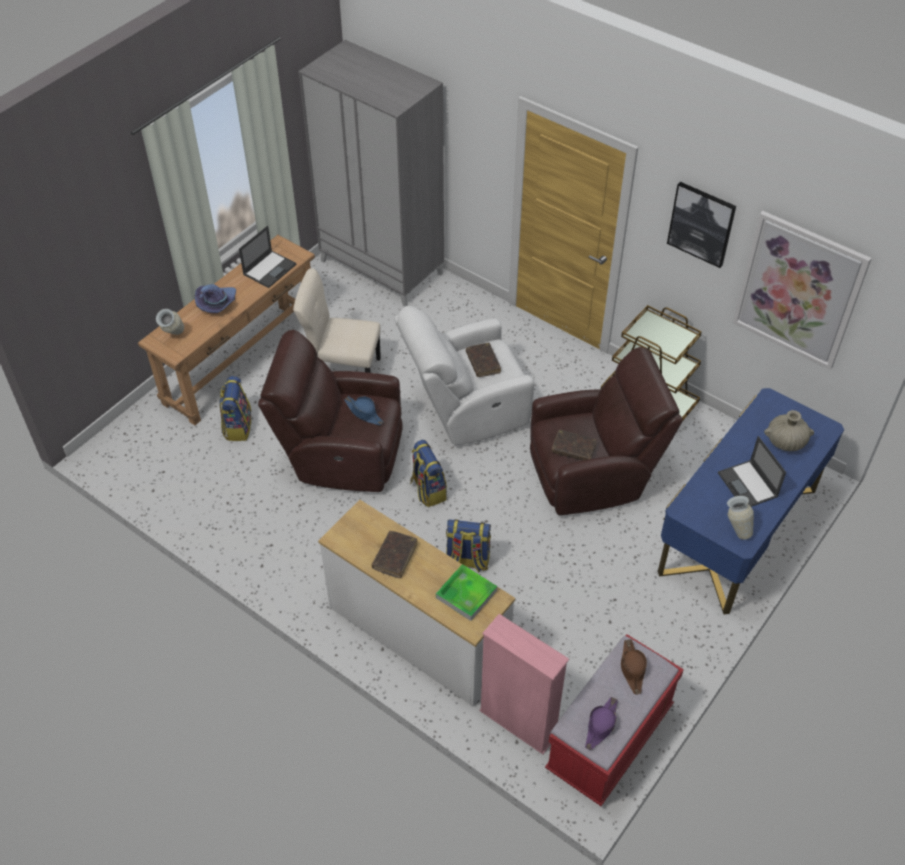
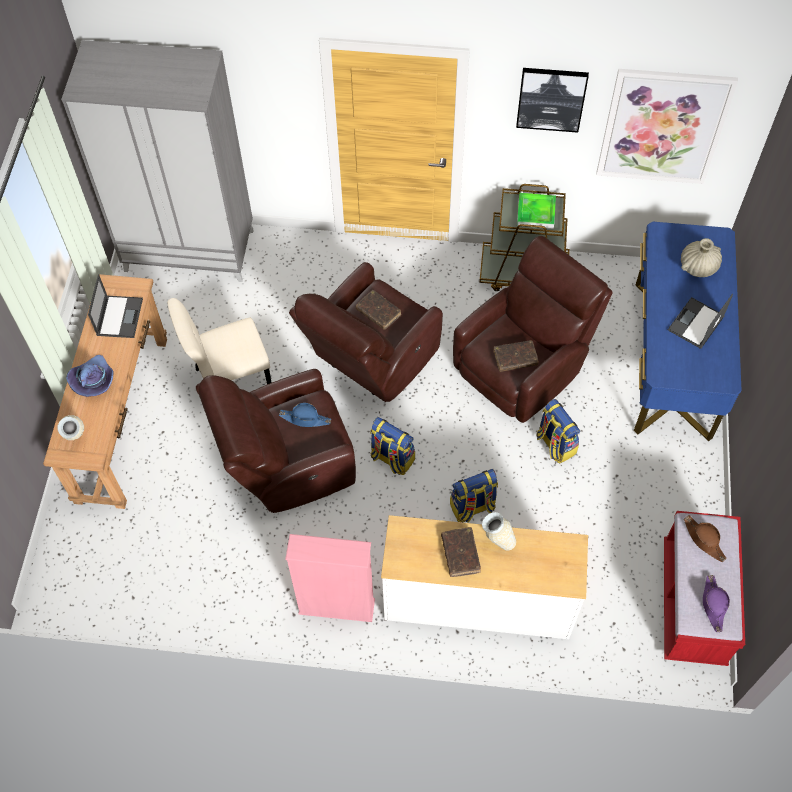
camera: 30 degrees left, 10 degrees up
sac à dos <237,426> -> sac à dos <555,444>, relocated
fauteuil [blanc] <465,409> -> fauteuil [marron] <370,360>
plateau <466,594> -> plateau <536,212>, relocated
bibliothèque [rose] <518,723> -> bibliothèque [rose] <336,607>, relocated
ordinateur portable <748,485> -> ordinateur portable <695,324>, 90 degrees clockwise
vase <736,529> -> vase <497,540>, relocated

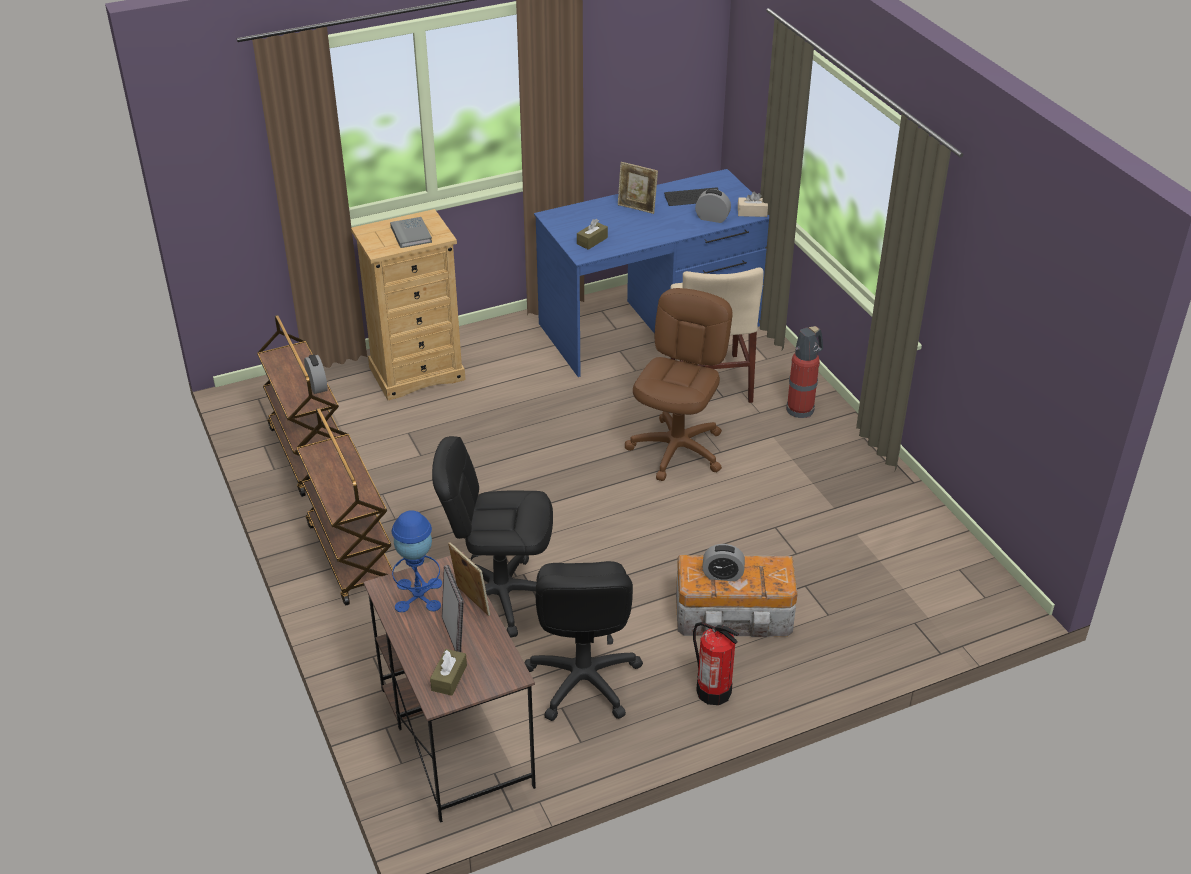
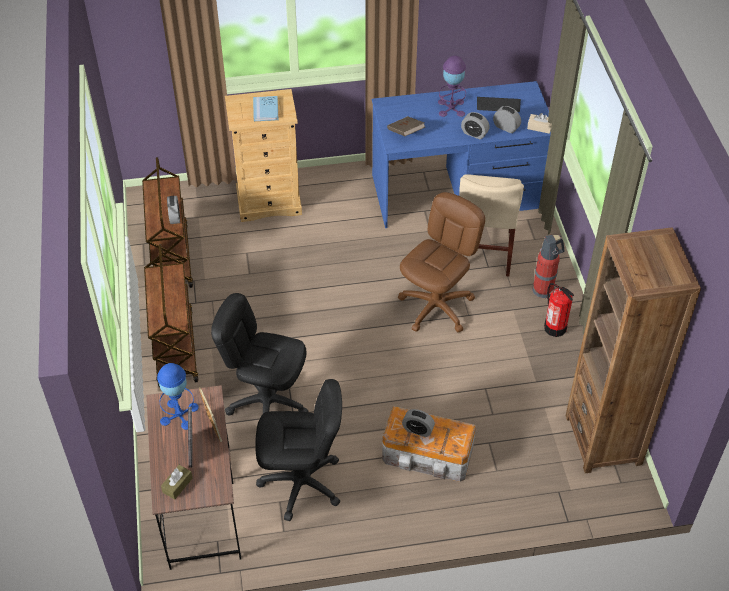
camera: 15 degrees right, 10 degrees up
livre [gris] <411,234> -> livre [bleu] <265,110>
chaise de bureau [noir] <583,680> -> chaise de bureau [noir] <301,483>, 105 degrees counterclockwise
boîte à mouchoirs [marron] <592,241> -> livre [marron] <405,133>
cadre photo <637,208> -> lampe de table [violet] <451,108>
extincteur <713,691> -> extincteur <555,327>, relocated
none -> réveil <474,134>
none -> bibliothèque [marron] <603,440>

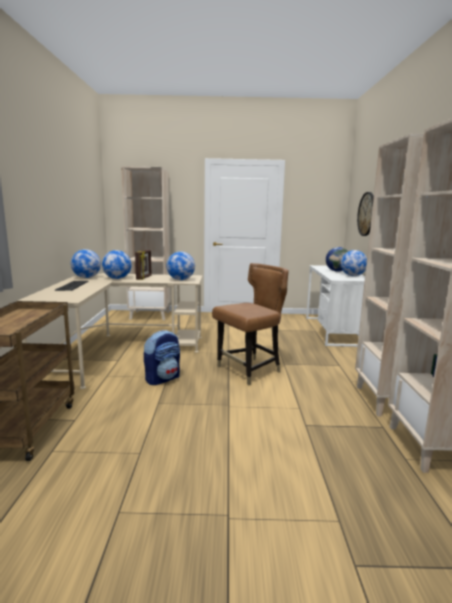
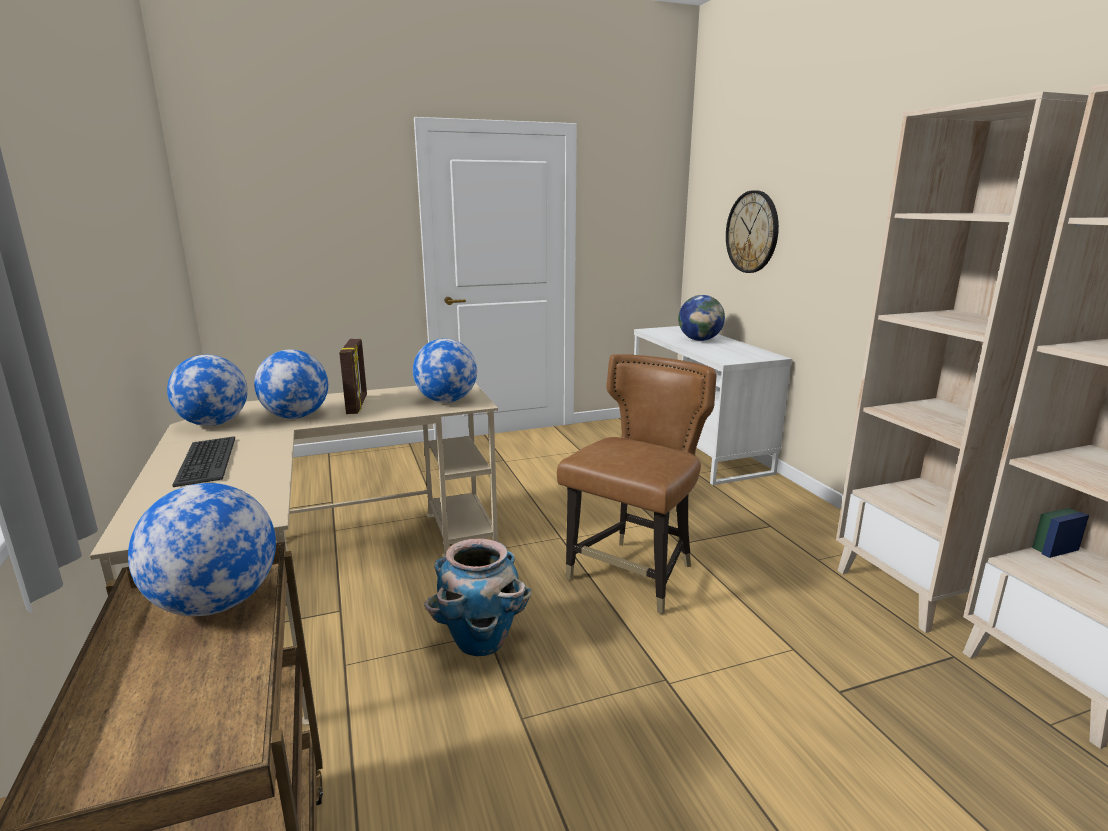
camera: 20 degrees left, 5 degrees up
bibliothèque [beige] <150,315> -> none
sac à dos <163,379> -> cache-pot <480,641>
globe <352,276> -> globe <216,604>, relocated

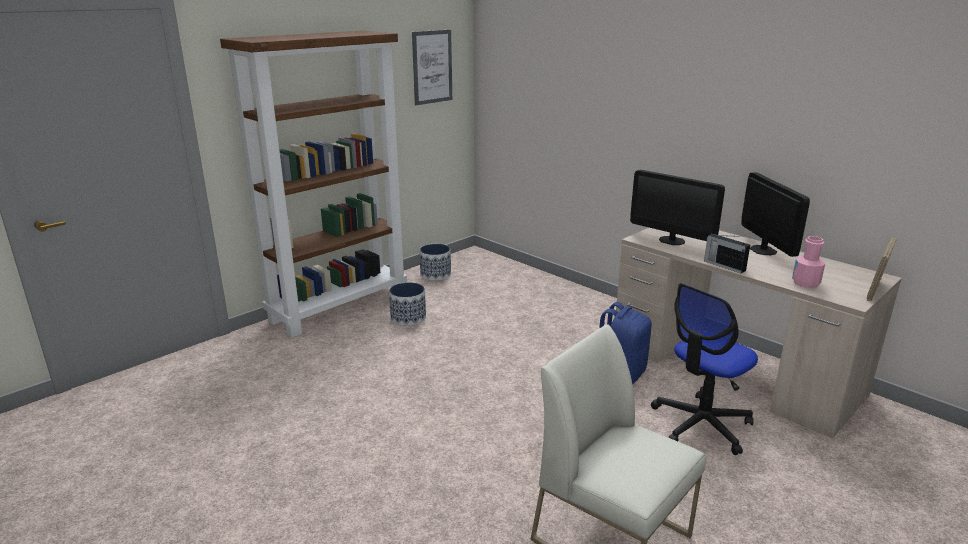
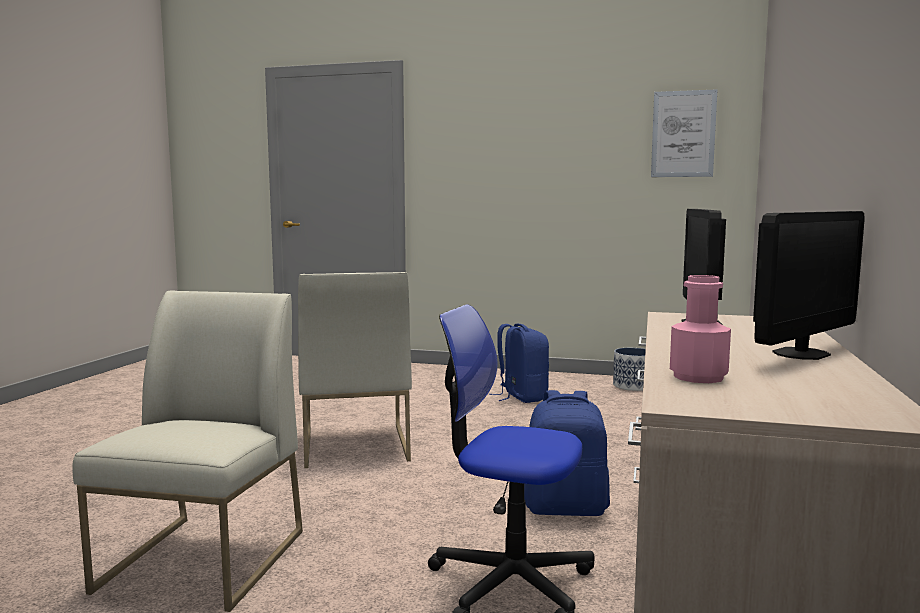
camera: 60 degrees right, 15 degrees down
bibliothèque [marron] <339,306> -> none
cache-pot <408,318> -> sac à dos [bleu] <521,397>
radio <723,265> -> none
cadre photo <876,291> -> none
none -> chaise [blanc] <354,445>

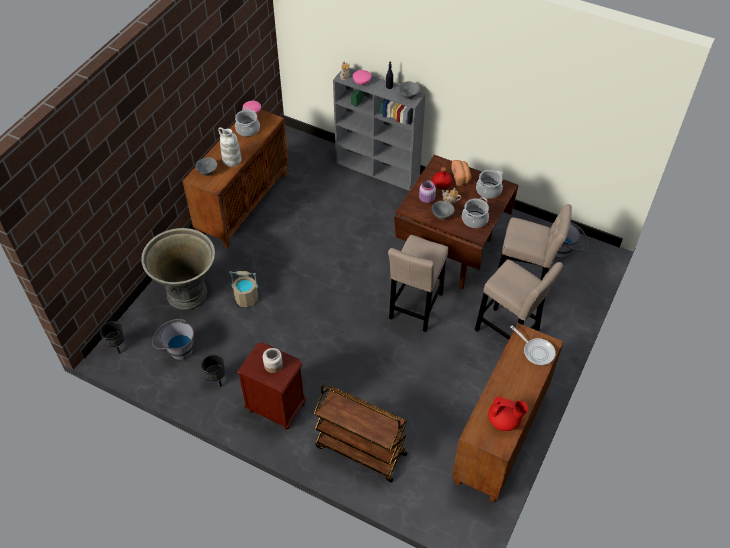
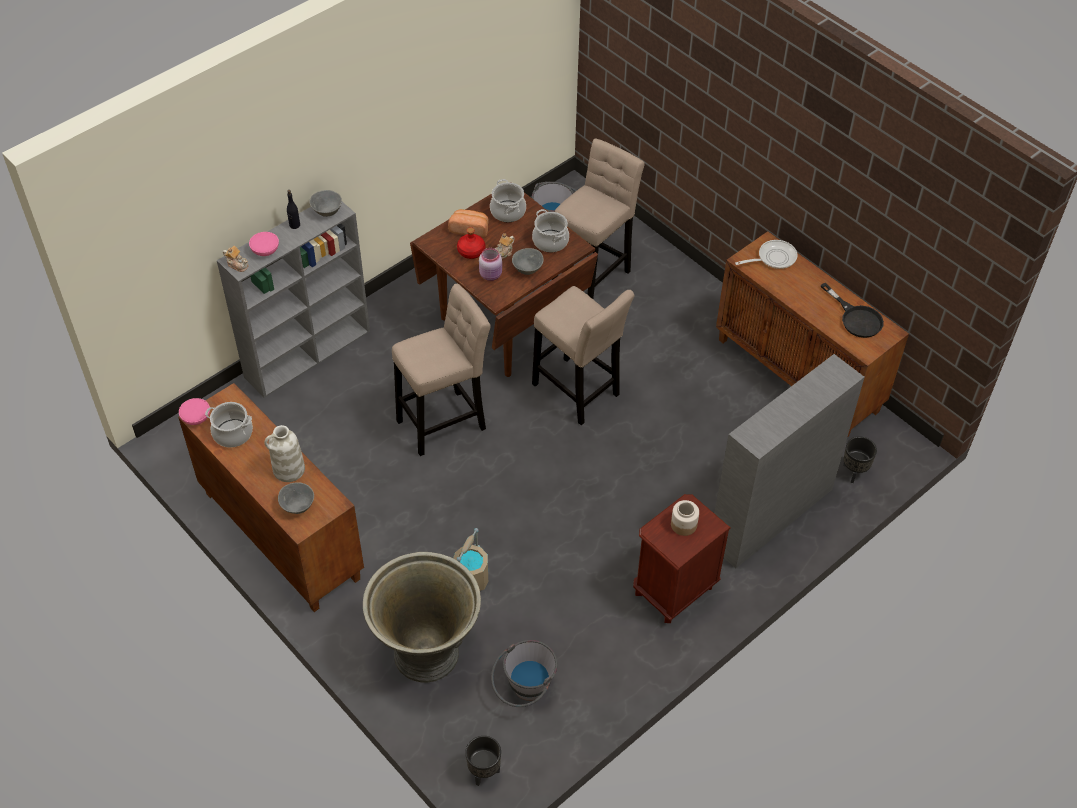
camera: 70 degrees left, 0 degrees up
cache-pot [noir] <216,379> -> cache-pot [noir] <854,473>, relocated
chariot [marron] <360,450> -> bibliothèque [gris] <770,517>
tabouret [beige] <509,334> -> tabouret [beige] <445,422>, relocated
théière [rouge] <504,420> -> poêle [noir] <856,318>

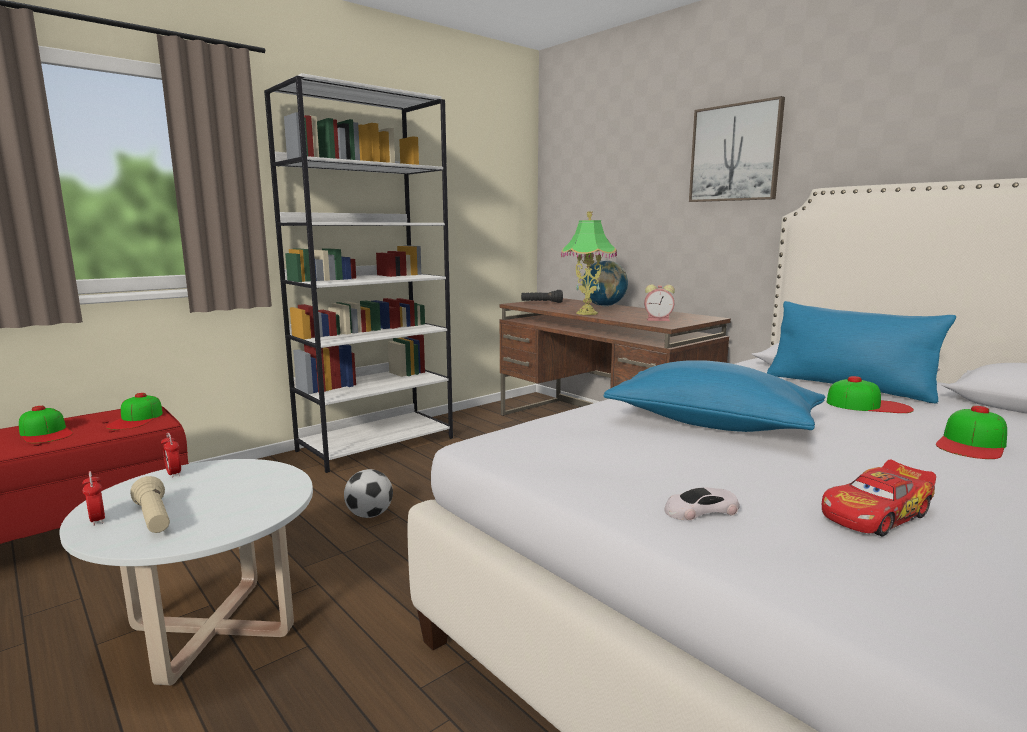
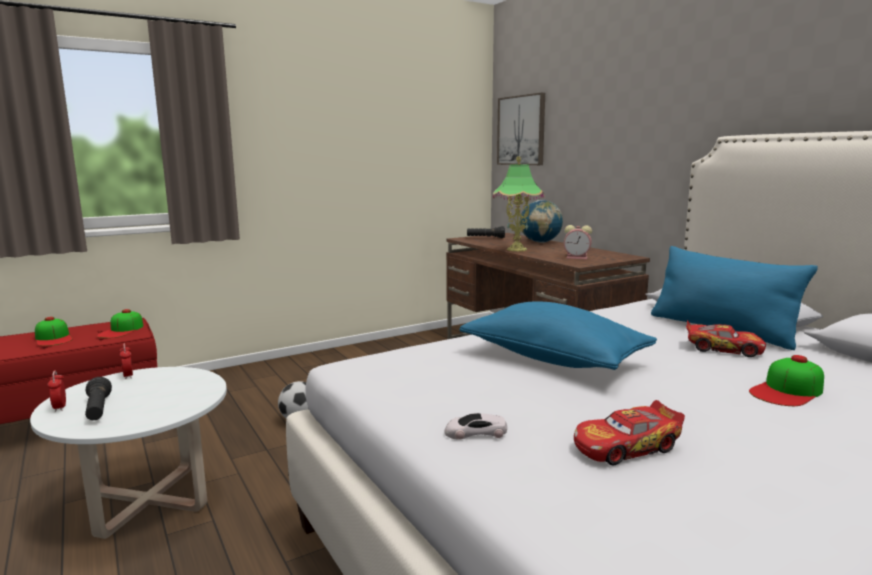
camera: 10 degrees right, 0 degrees up
lampe de poche [beige] <154,519> -> lampe de poche [noir] <98,410>
bibliothèque [blanc] <377,444> -> none
tableau <735,153> -> tableau <521,130>, relocated
casquette <868,405> -> petite voiture <722,349>

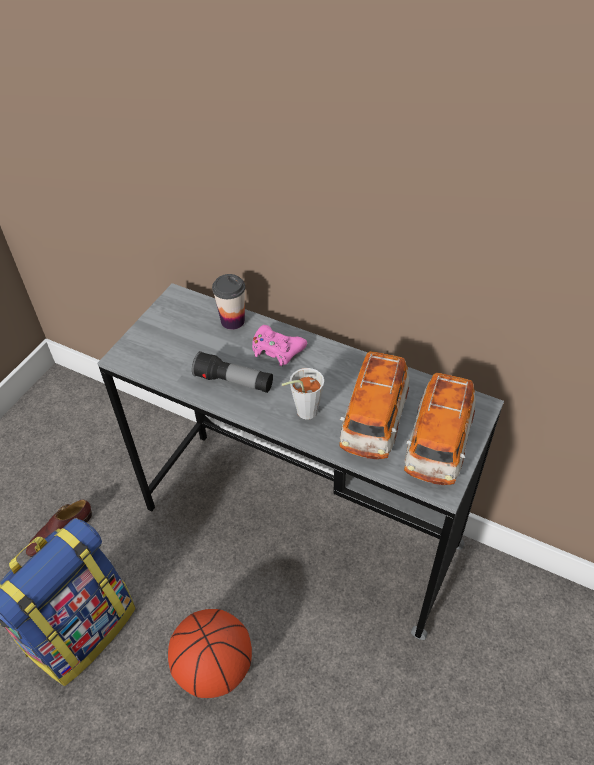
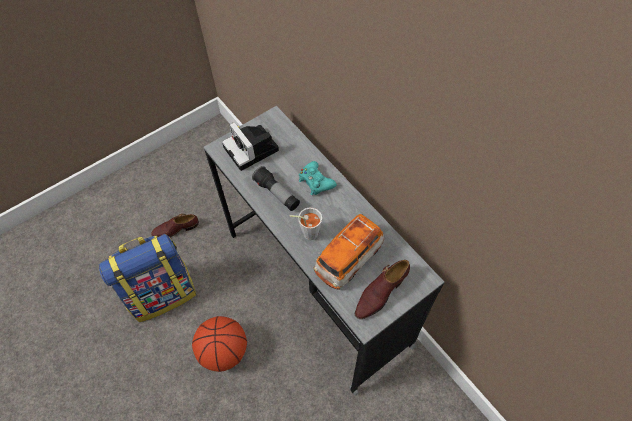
camera: 25 degrees right, 10 degrees up
tasse <232,321> -> none
manette [rose] <277,350> -> manette [turquoise] <315,181>
petite voiture <437,444> -> chaussure [marron] <380,293>
none -> appareil photo <252,150>

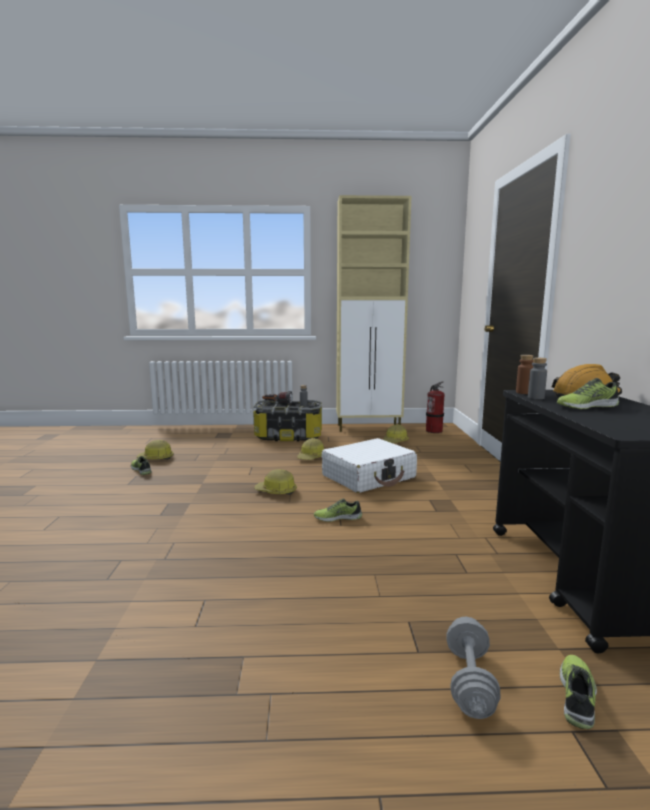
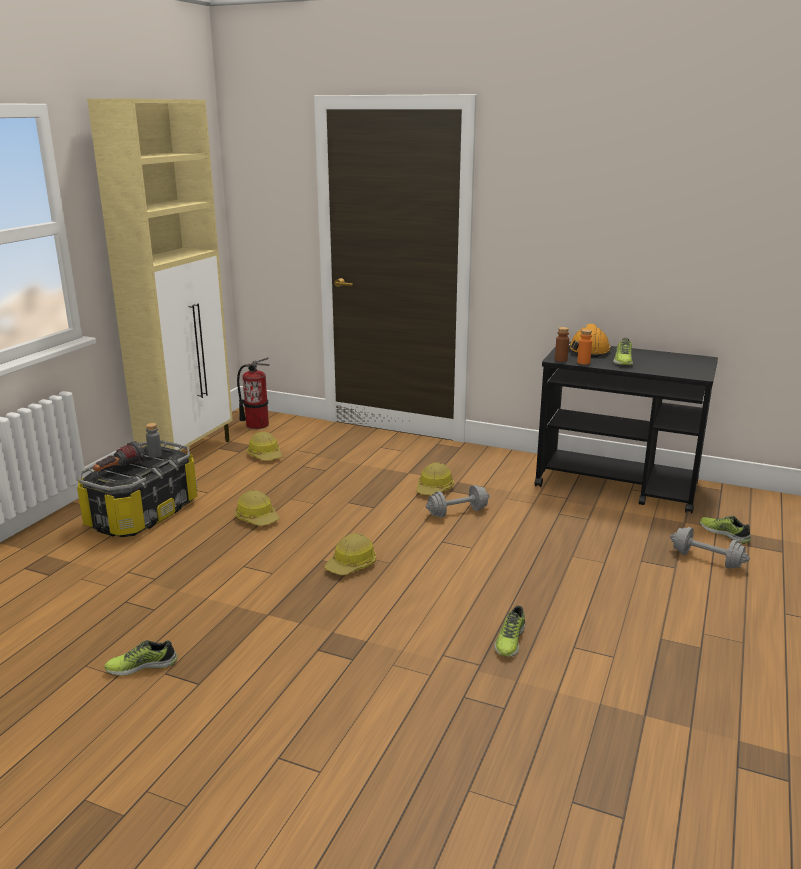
camera: 65 degrees left, 10 degrees up
casque de chantier <156,458> -> casque de chantier <434,489>, relocated
chaussure <337,518> -> chaussure <509,640>, relocated
valise [blanc] <369,477> -> none
bouteille [gris] <536,397> -> bouteille [orange] <583,362>
none -> haltère [gris] <457,512>

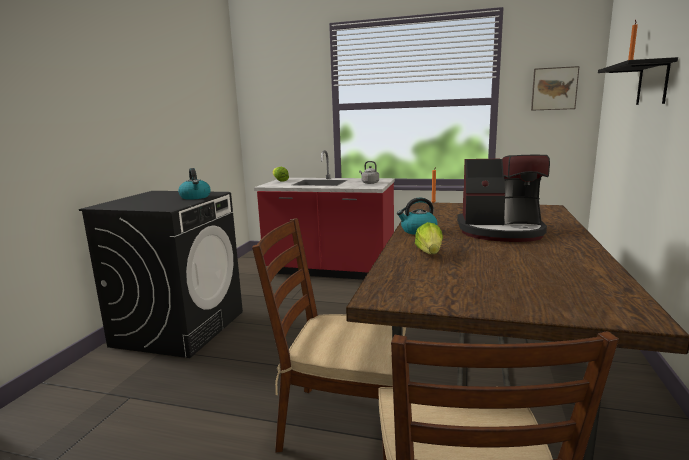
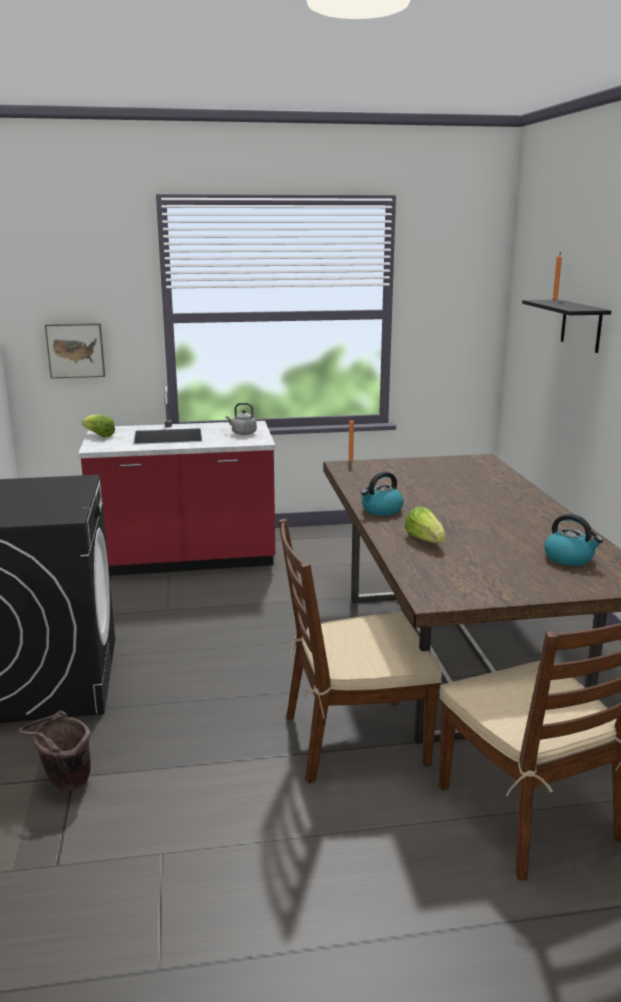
camera: 25 degrees left, 5 degrees up
bouilloire <195,197> -> bouilloire <569,558>, relocated
machine à café <501,231> -> none
tableau <554,89> -> tableau <76,350>, relocated
none -> seau [marron] <64,784>

